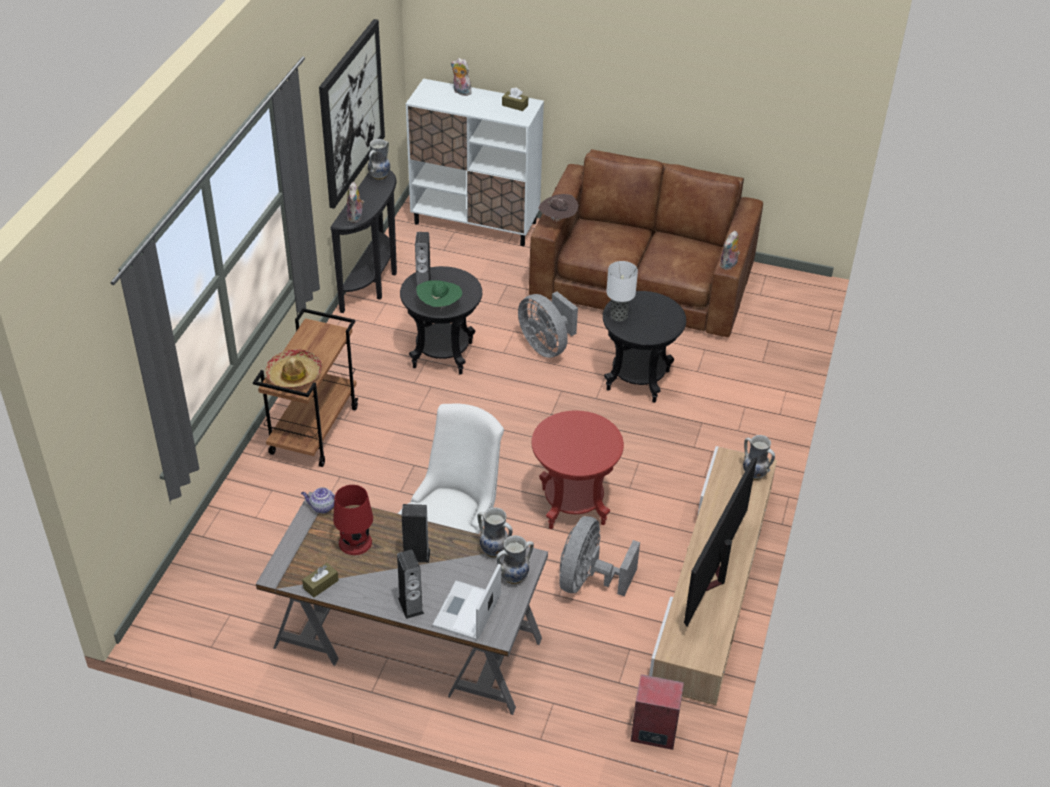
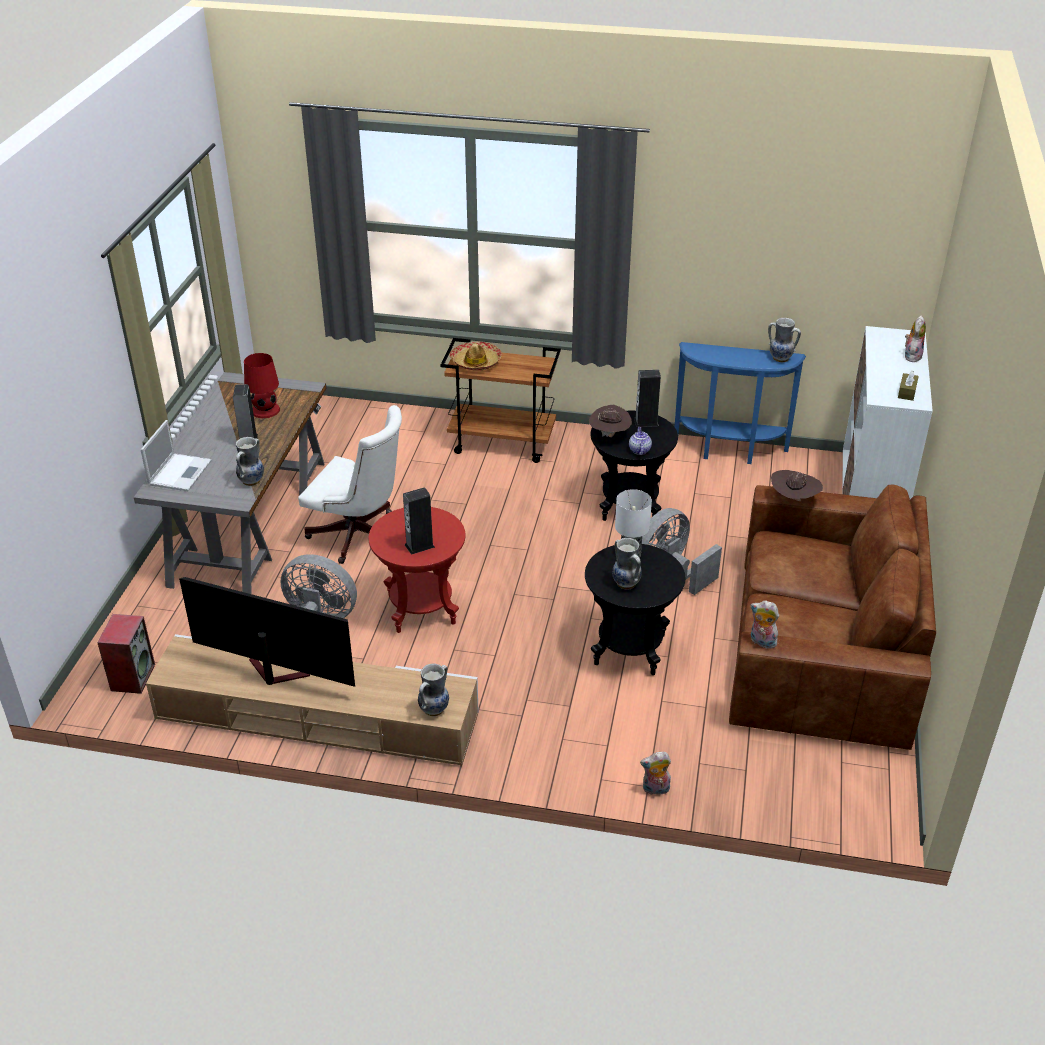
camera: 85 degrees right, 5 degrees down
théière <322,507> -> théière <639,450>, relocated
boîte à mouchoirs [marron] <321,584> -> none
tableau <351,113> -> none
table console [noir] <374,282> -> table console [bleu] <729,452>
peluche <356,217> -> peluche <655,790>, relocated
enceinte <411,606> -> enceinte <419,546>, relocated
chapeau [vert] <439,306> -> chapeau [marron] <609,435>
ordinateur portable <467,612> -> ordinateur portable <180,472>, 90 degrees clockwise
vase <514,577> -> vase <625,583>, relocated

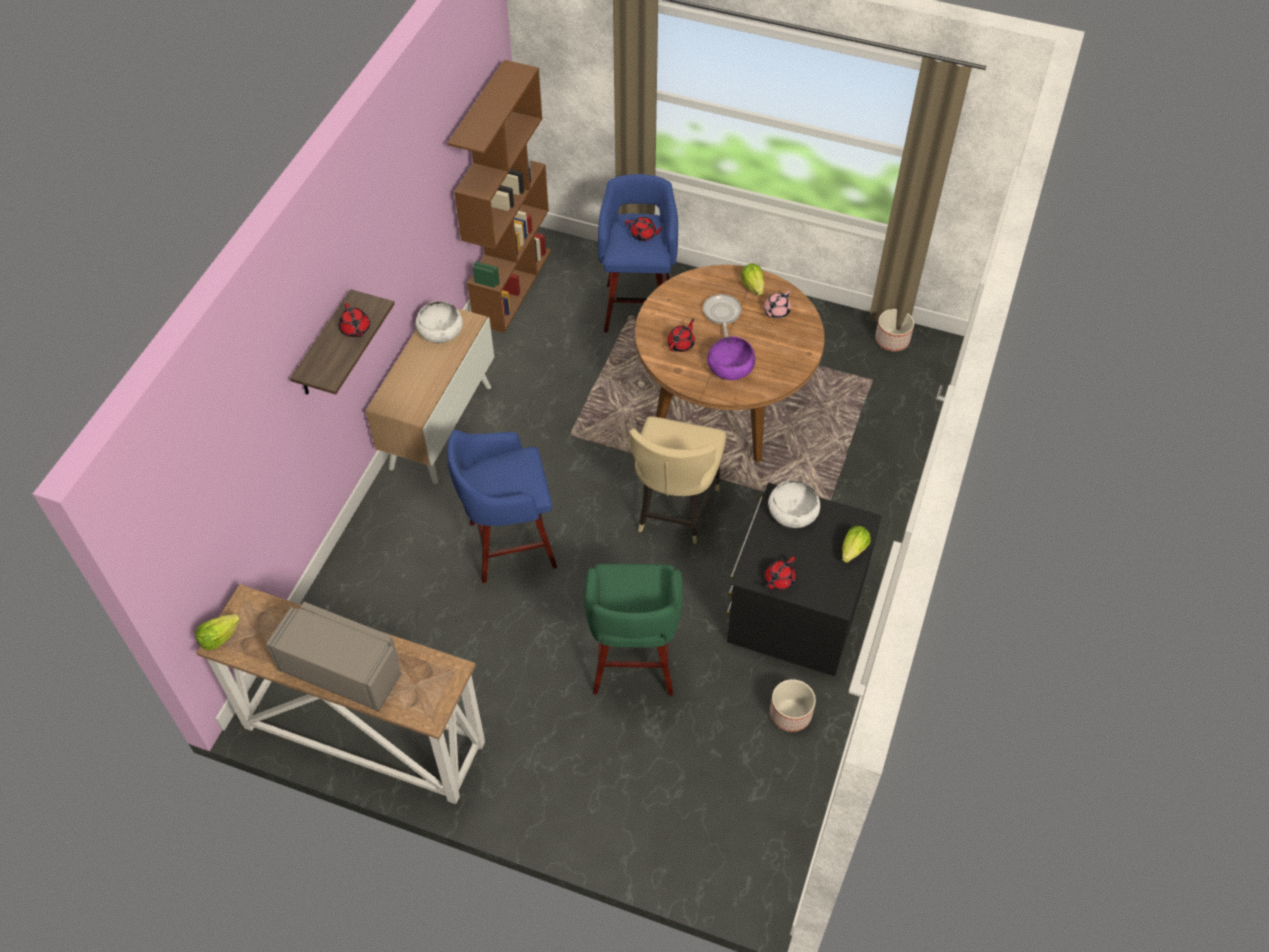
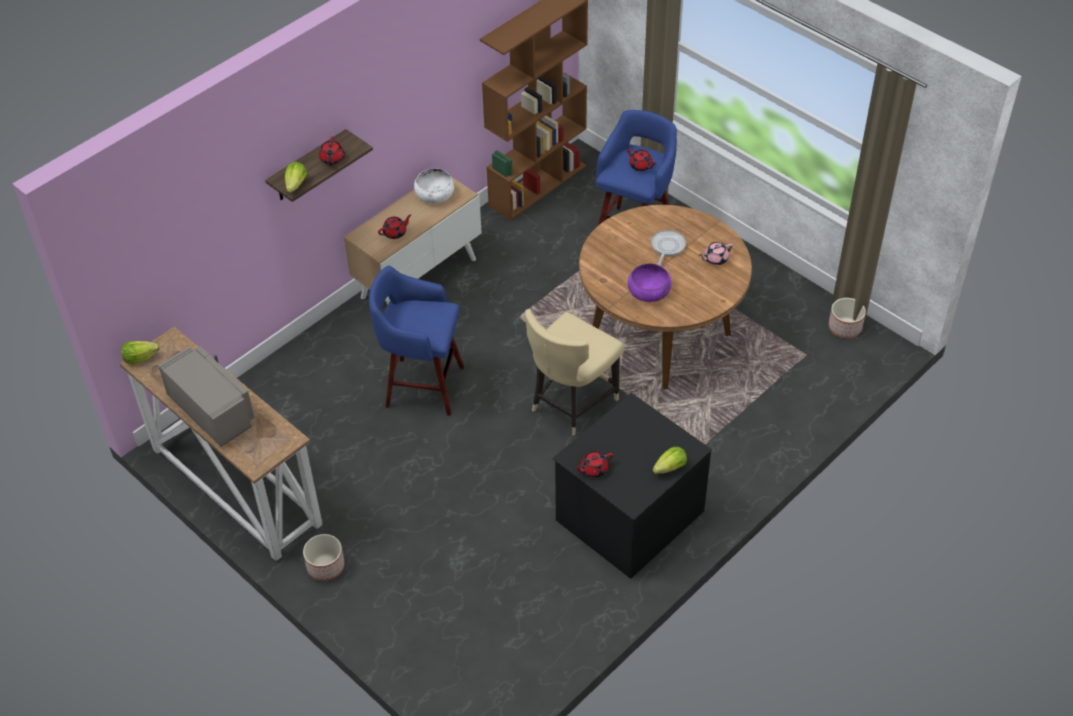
camera: 25 degrees right, 5 degrees down
tabouret [vert] <633,662> -> none
théière [rouge] <681,344> -> théière [rouge] <395,233>, relocated
laitue <753,286> -> laitue <296,185>, relocated
bol [blanc] <793,512> -> none
cache-pot <790,714> -> cache-pot <325,566>, relocated

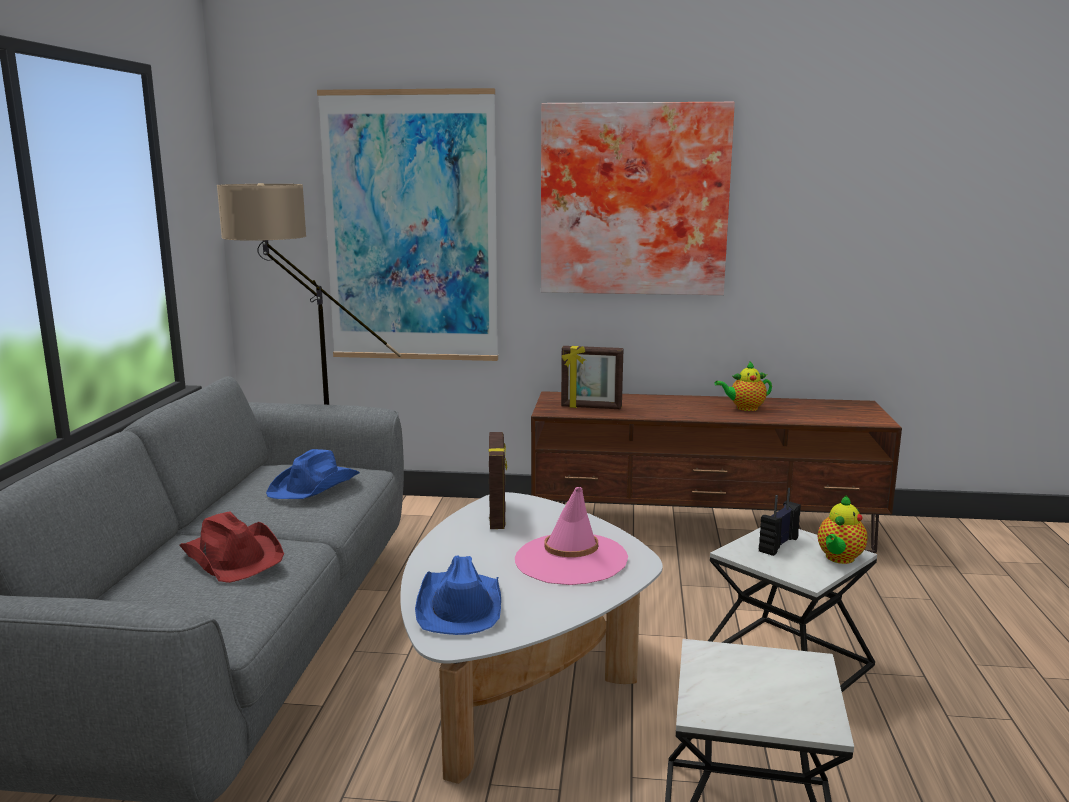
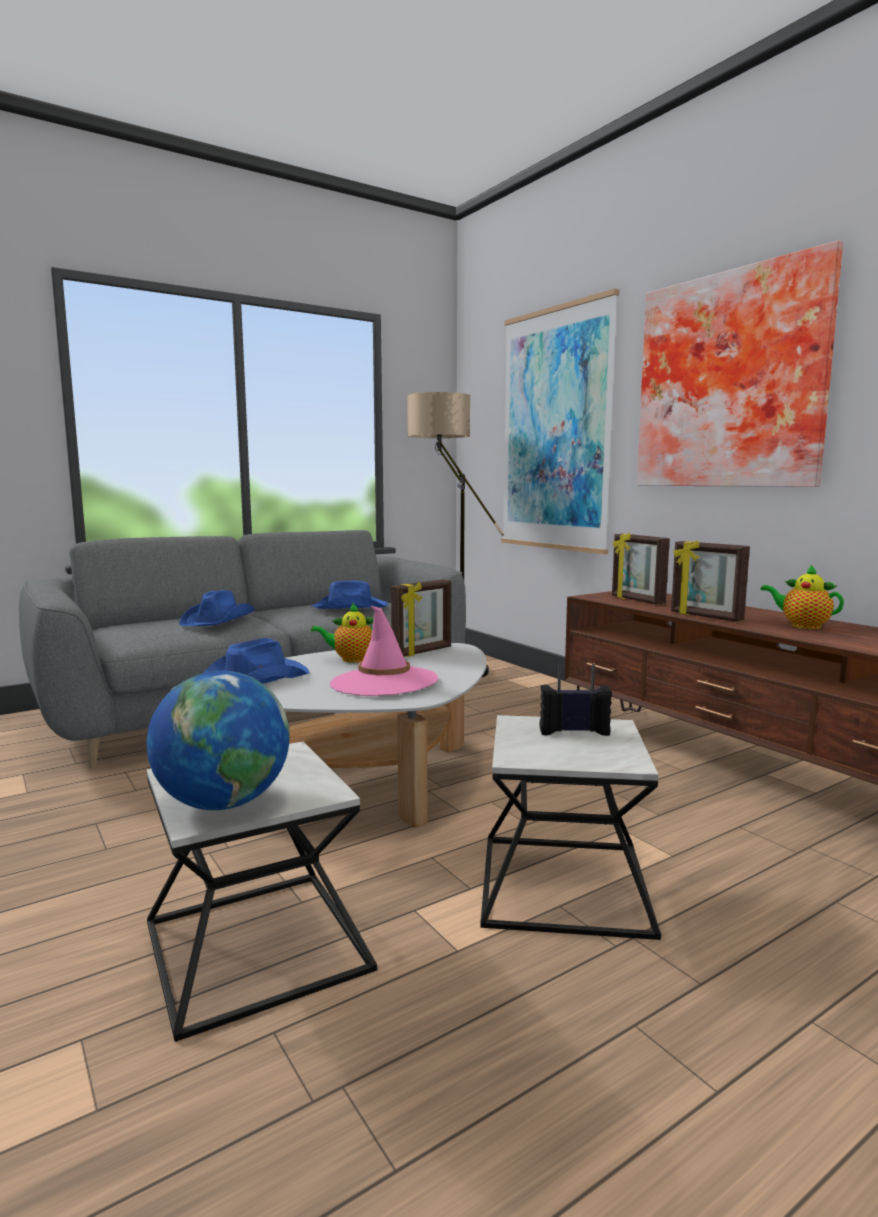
camera: 50 degrees right, 5 degrees down
chapeau [rouge] <233,556> -> chapeau [bleu] <218,620>
théière <839,559> -> théière <351,659>, relocated
none -> globe <223,803>
none -> cadre photo <705,617>

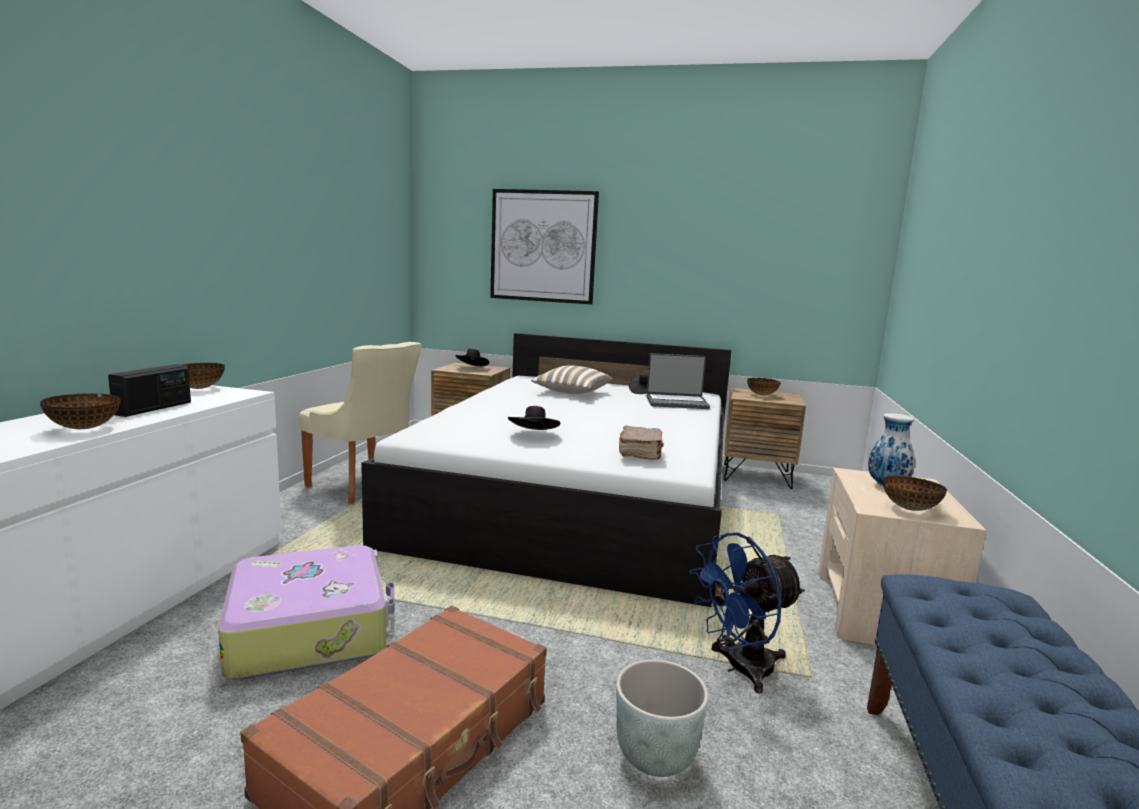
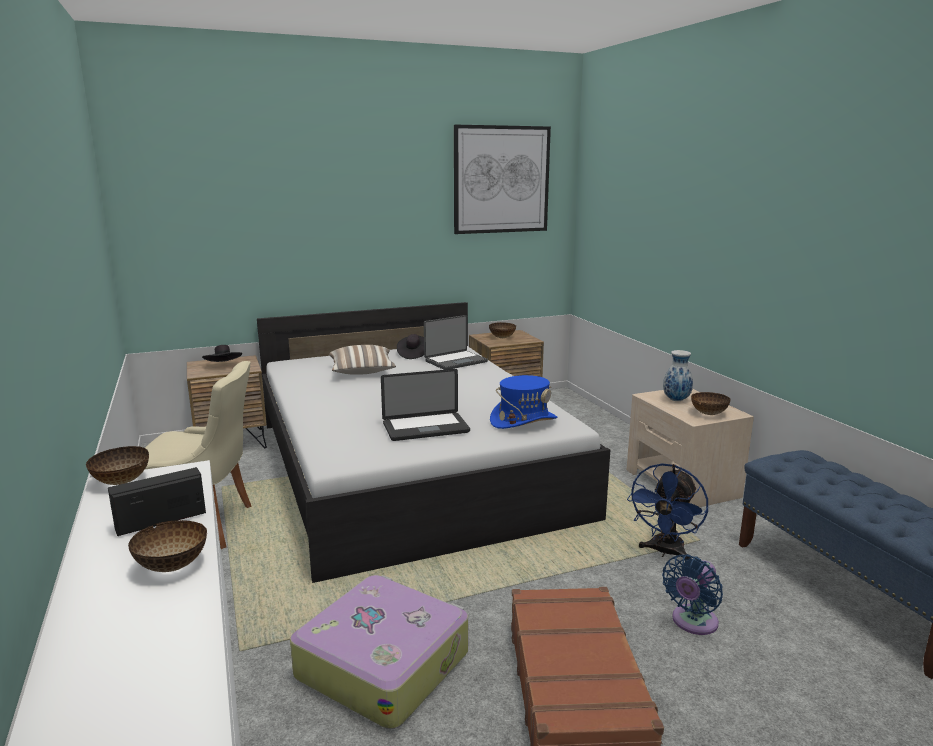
camera: 35 degrees left, 5 degrees up
radio <154,408> -> radio <161,520>, 105 degrees counterclockwise
tableau <543,246> -> tableau <501,180>, relocated
chapeau [noir] <534,435> -> ordinateur portable <425,428>
cache-pot [gris] <656,757> -> ventilateur [bleu] <692,623>
livre [marron] <641,453> -> chapeau [bleu] <523,420>

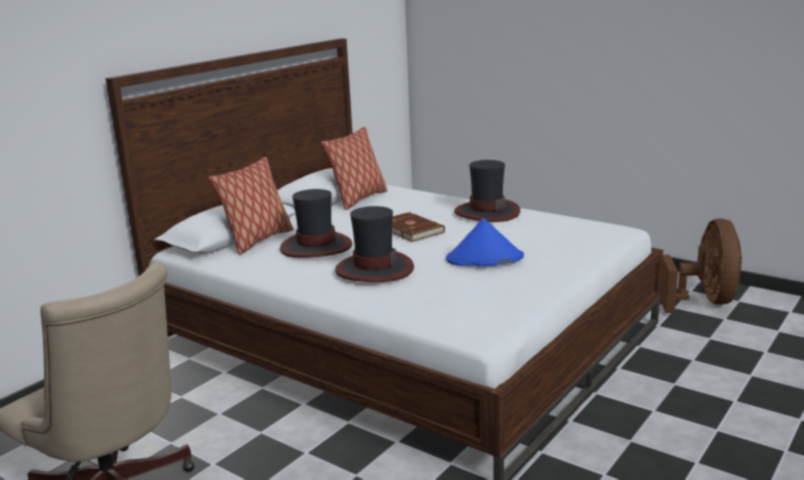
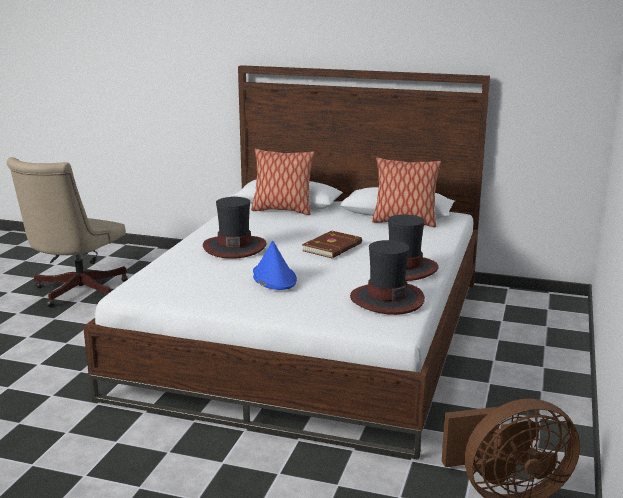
camera: 70 degrees right, 0 degrees up
chapeau <315,247> -> chapeau <386,299>, relocated

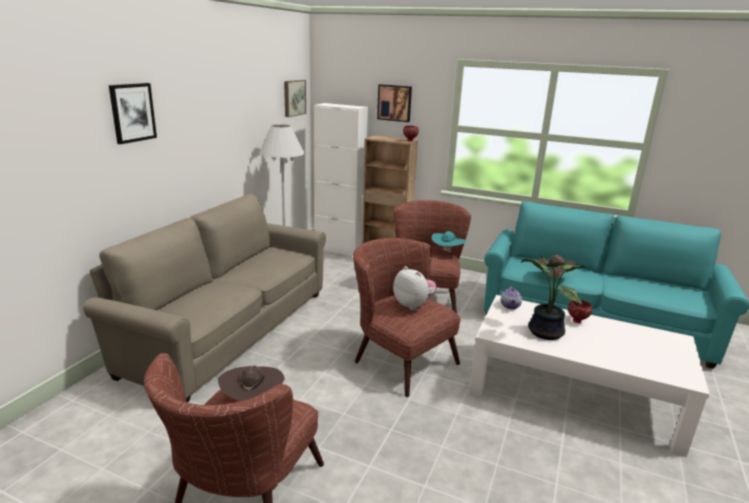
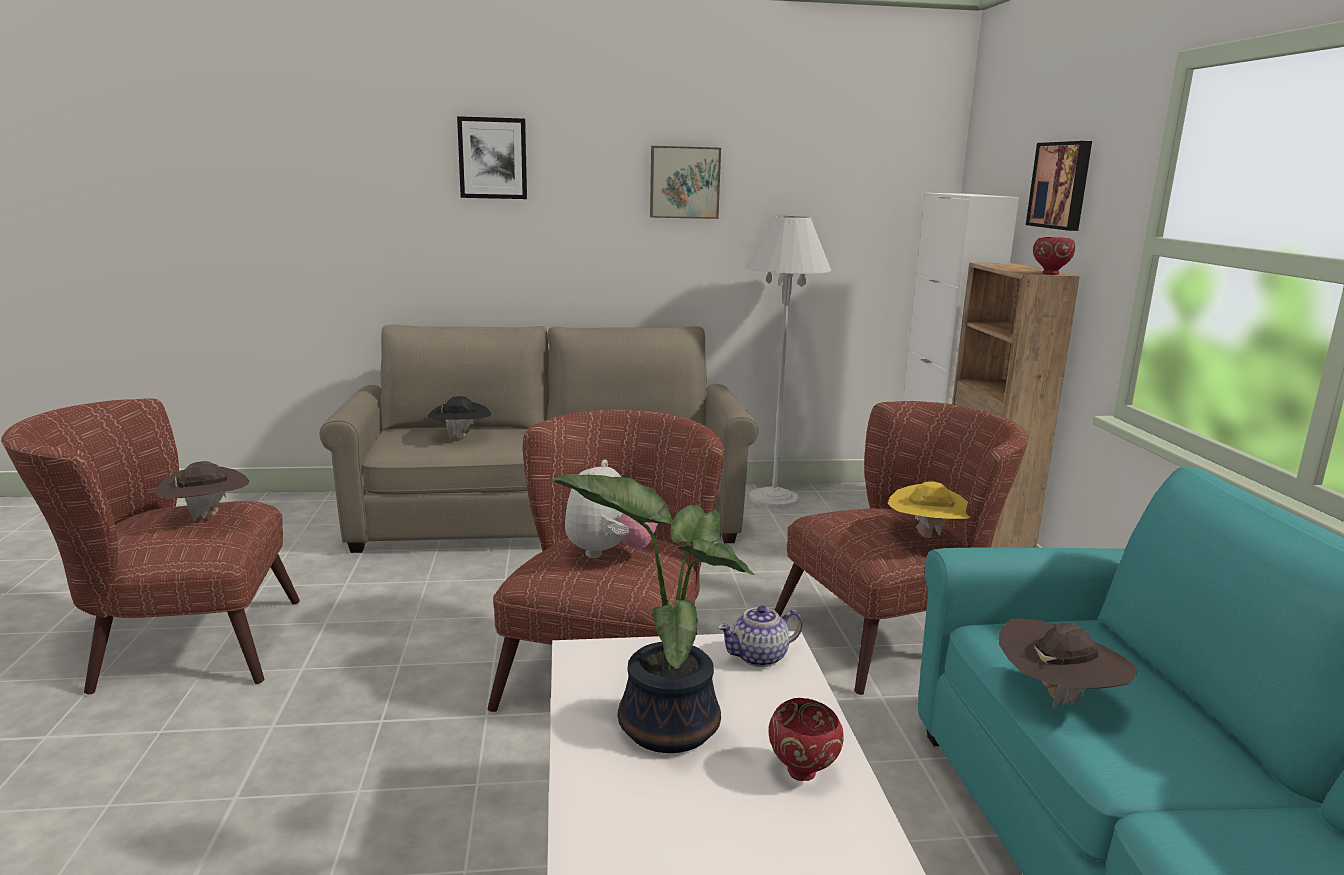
camera: 60 degrees right, 5 degrees down
tableau <293,98> -> tableau <684,182>, relocated
chapeau [turquoise] <447,252> -> chapeau [jaune] <926,537>
none -> chapeau [noir] <460,438>

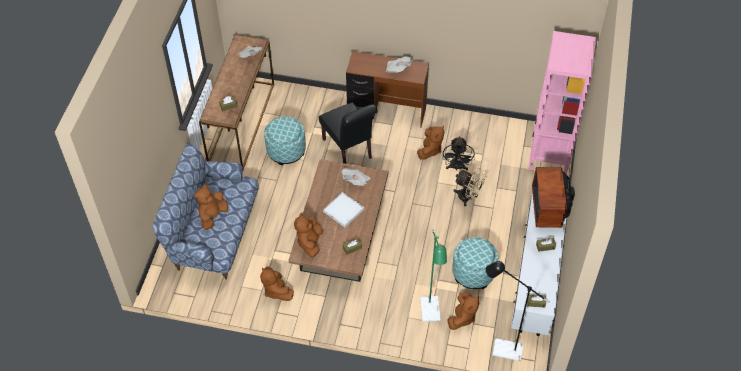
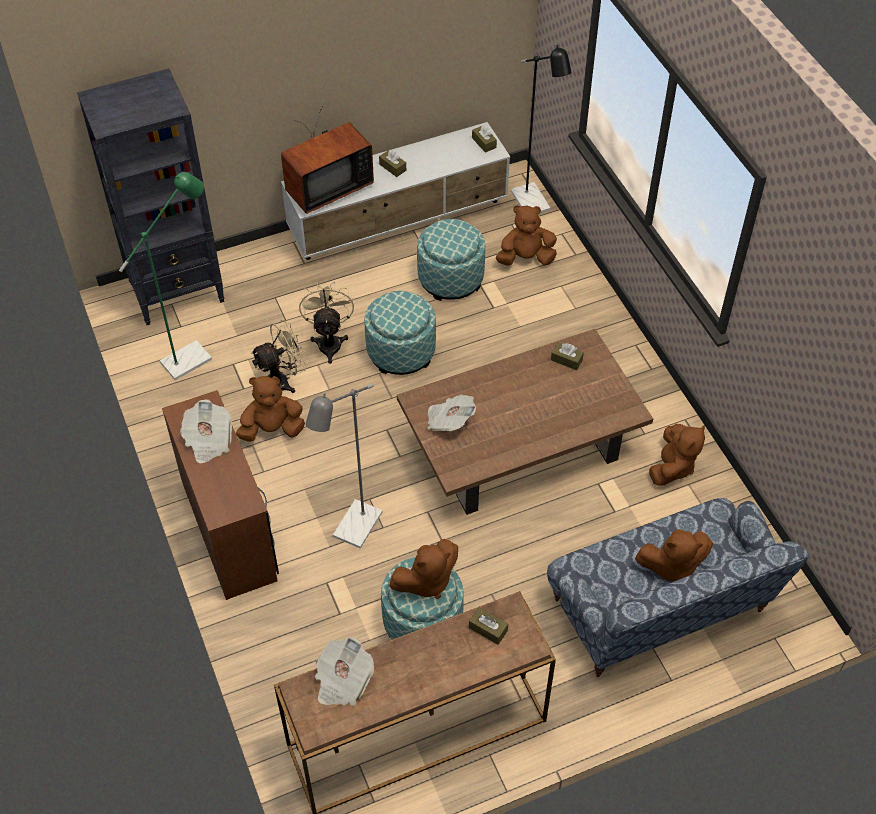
camera: 125 degrees left, 0 degrees up
peluche [marron] <310,243> -> peluche [marron] <426,581>, relocated
chaise [noir] <349,150> -> lampadaire [gris] <353,532>
plateau [blanc] <343,210> -> none
lampadaire [vert] <430,314> -> lampadaire [vert] <193,356>, relocated
ventilateur [noir] <456,167> -> ventilateur [beige] <282,381>
bibliothèque [rose] <549,154> -> bibliothèque [noir] <178,292>
none -> pouf <401,351>

